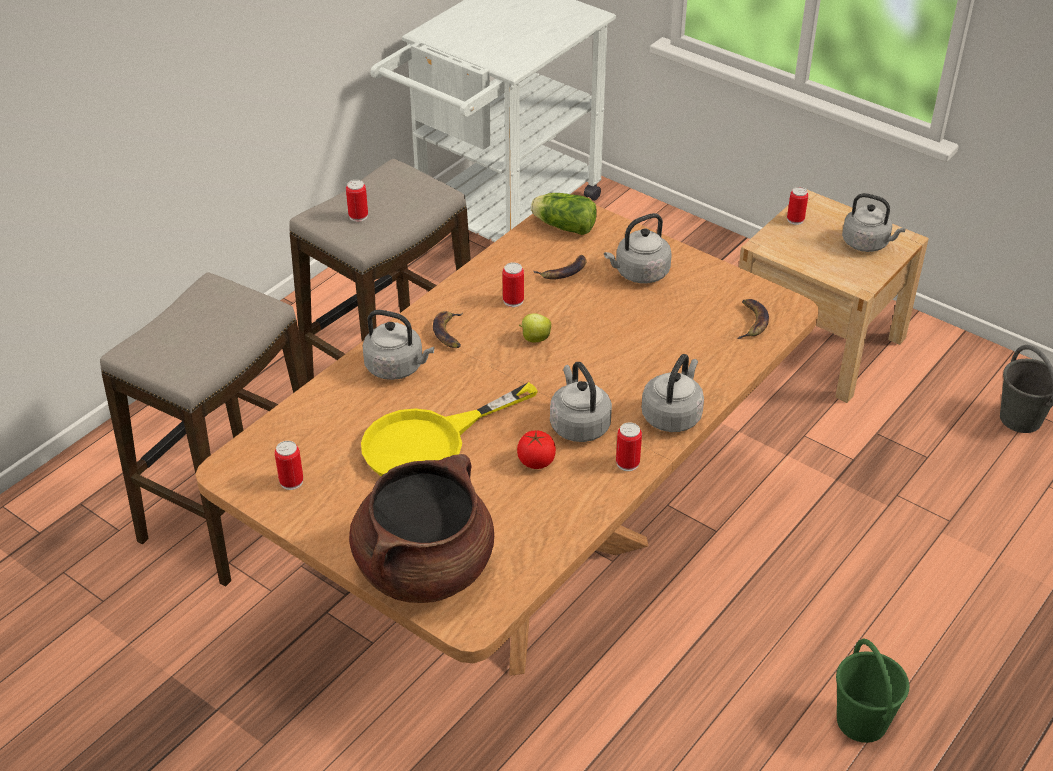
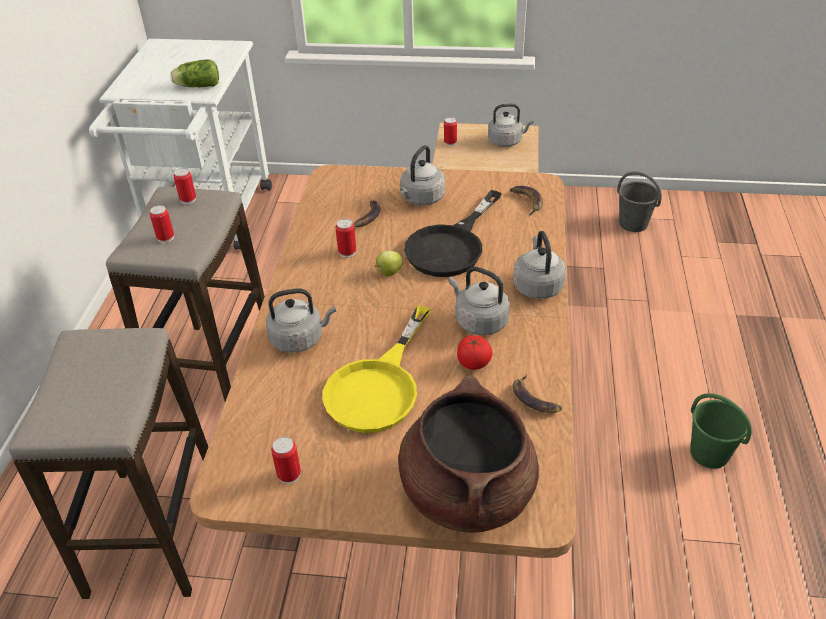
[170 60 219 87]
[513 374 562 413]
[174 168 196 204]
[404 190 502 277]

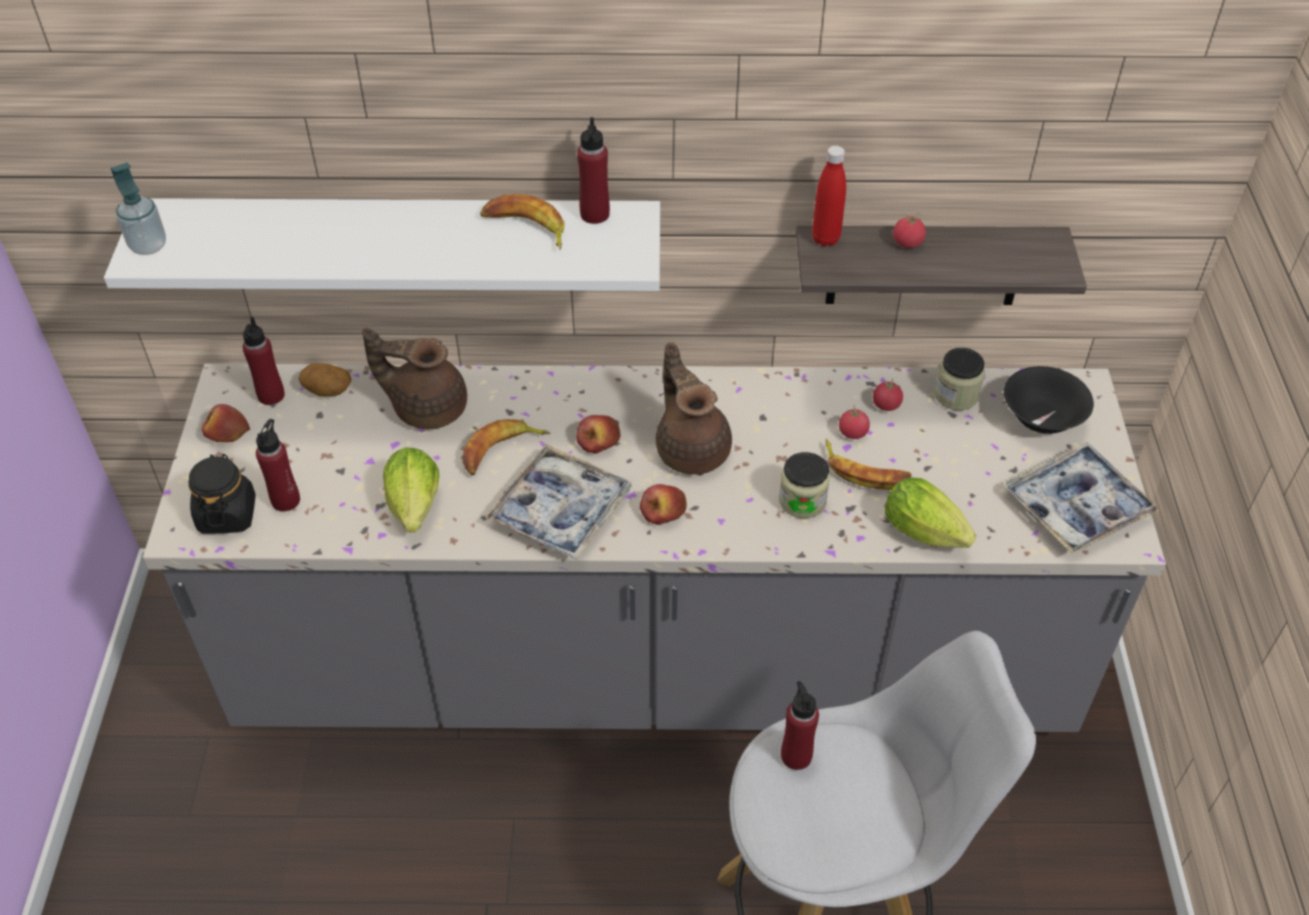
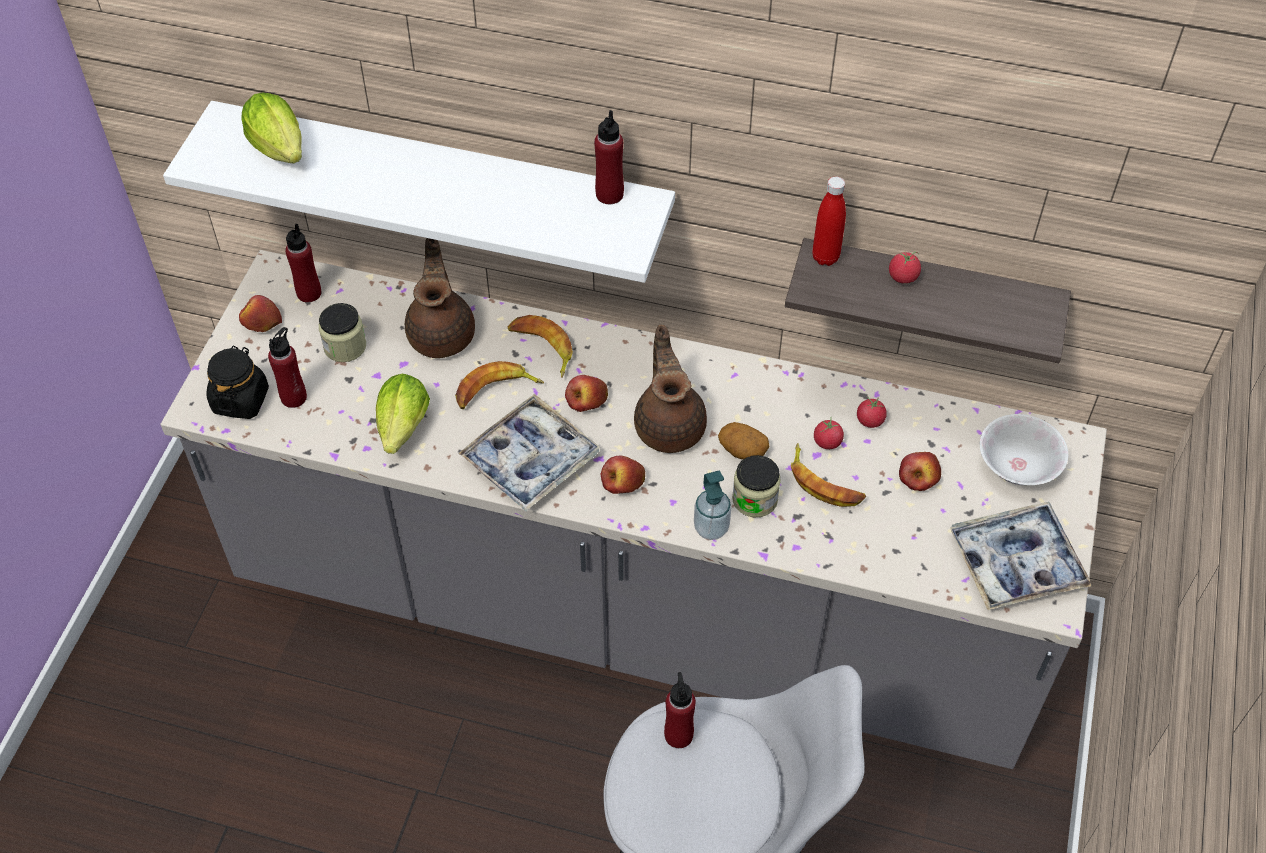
[694 471 731 540]
[508 315 573 378]
[405 238 475 358]
[319 303 366 362]
[718 422 770 459]
[980 414 1068 485]
[241 93 302 163]
[899 452 941 491]

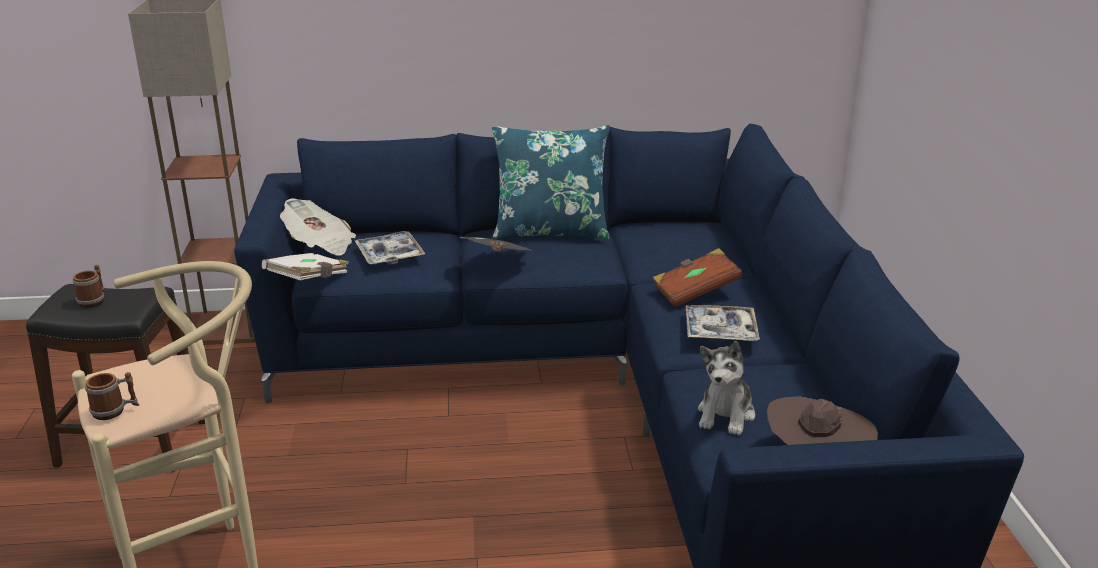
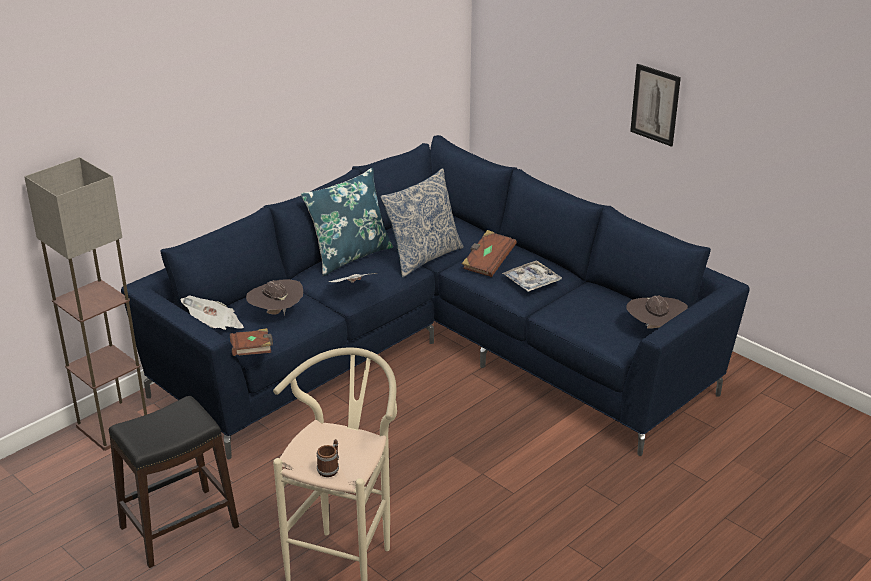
[246 280 303 315]
[230 328 273 356]
[73 265 105 308] (first image)
[698 341 755 435] (first image)
[630 64 681 147]
[380 168 464 277]

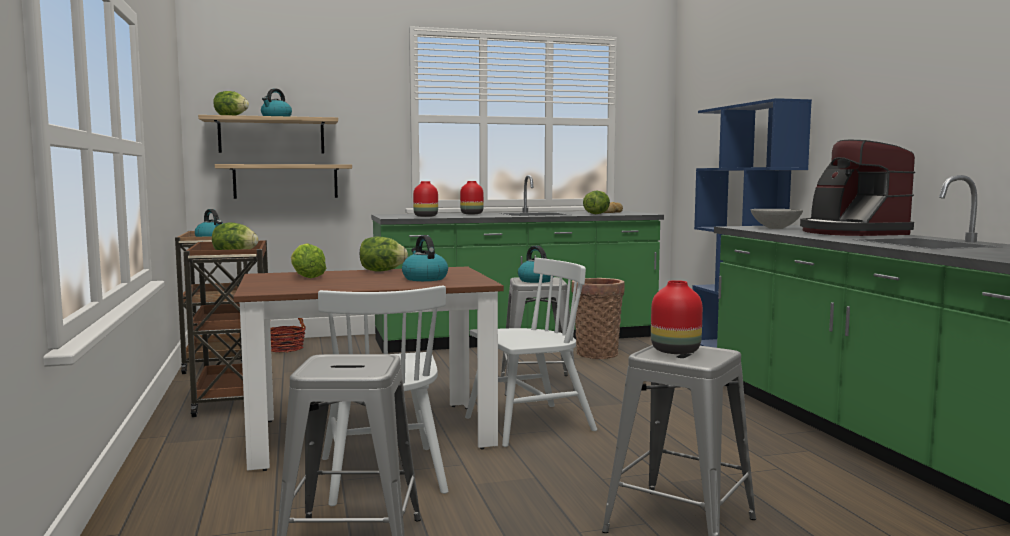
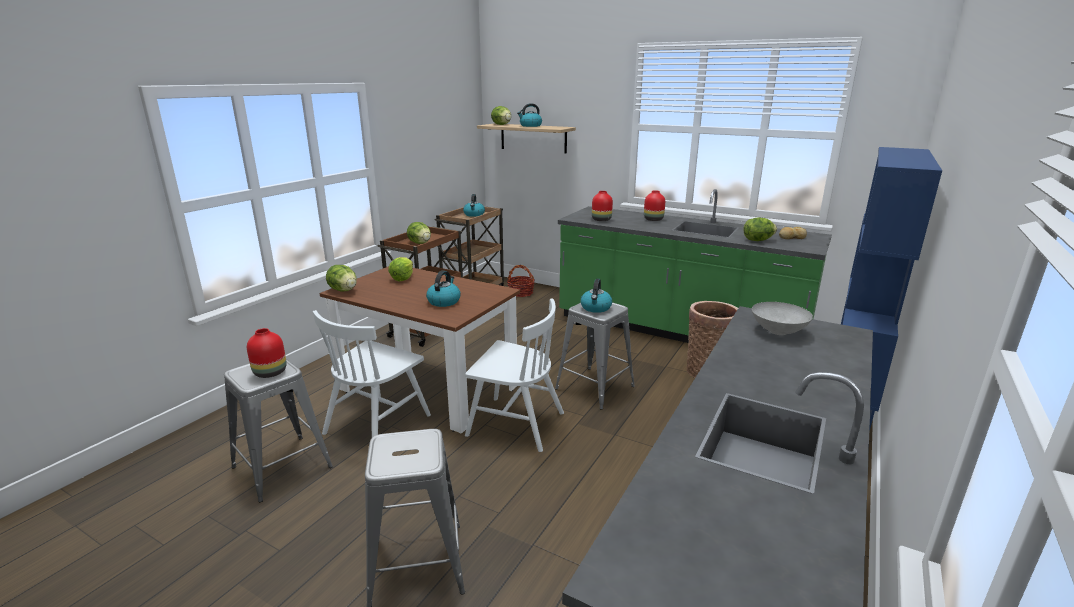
[800 140 915 236] (first image)
[215 164 352 199] (first image)
[326 265 357 292]
[247 328 287 378]

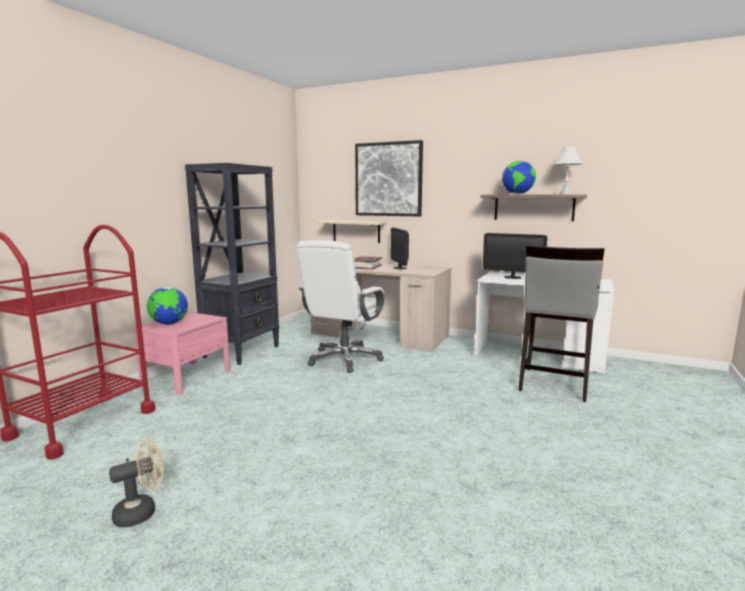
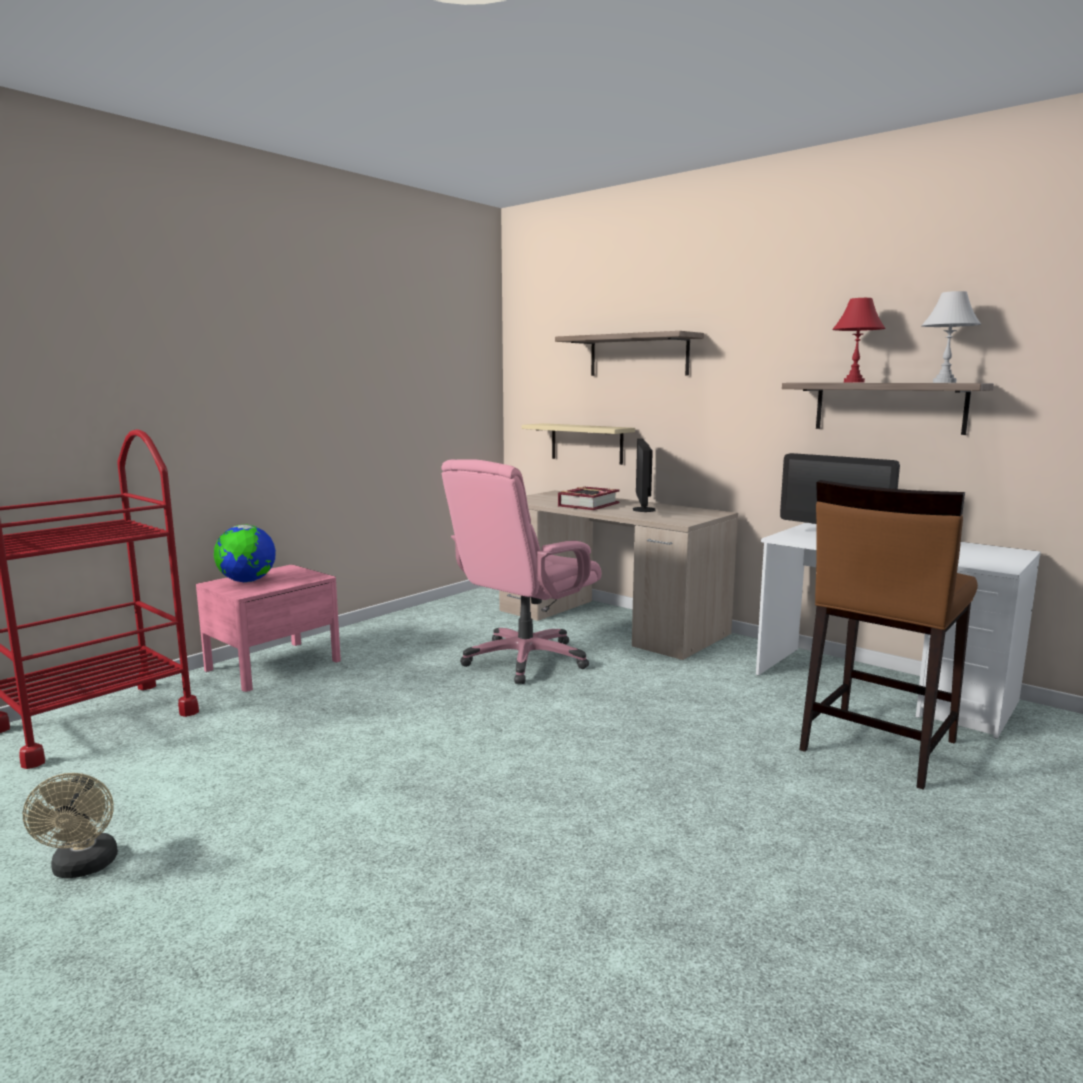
[555 331 704 376]
[832 298 885 383]
[185 163 279 365] (first image)
[441 459 601 684]
[799 480 978 789]
[23 773 118 879]

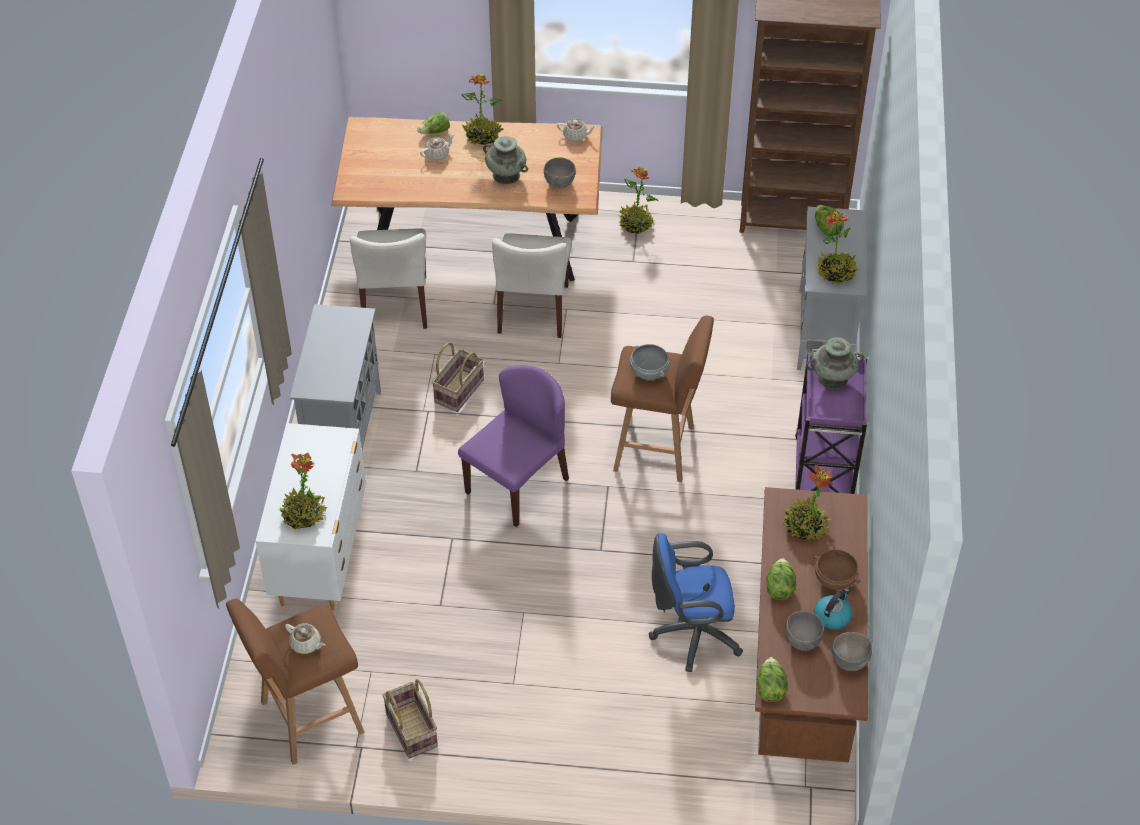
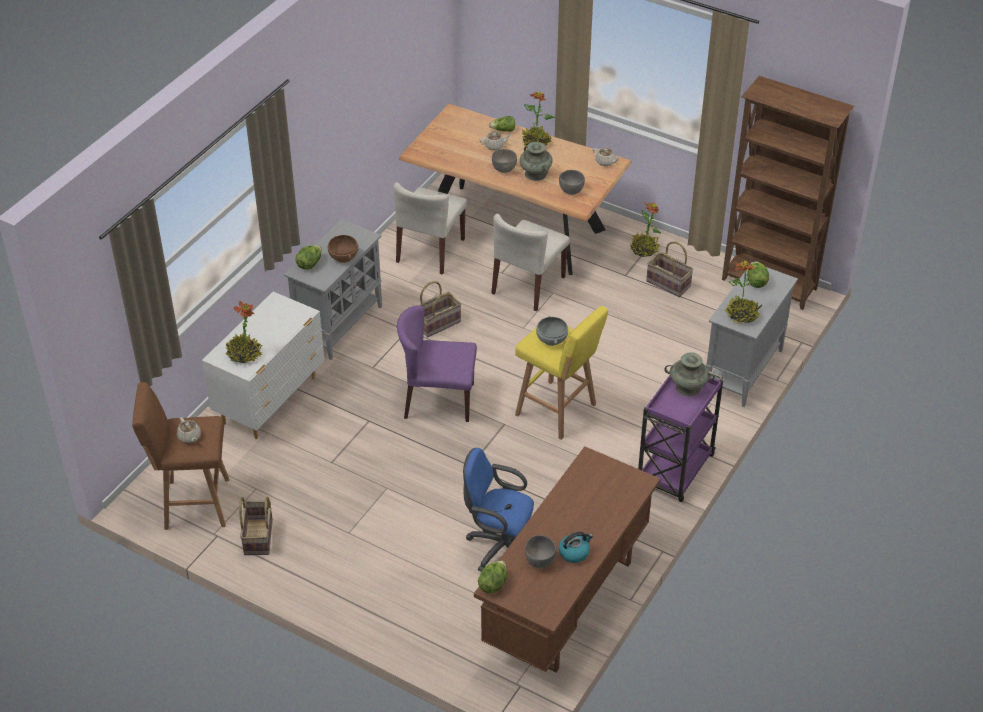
[515 306 608 440]
[397 305 477 422]
[783 465 833 541] (first image)
[328 235 358 263]
[295 245 321 270]
[492 149 517 173]
[646 241 694 297]

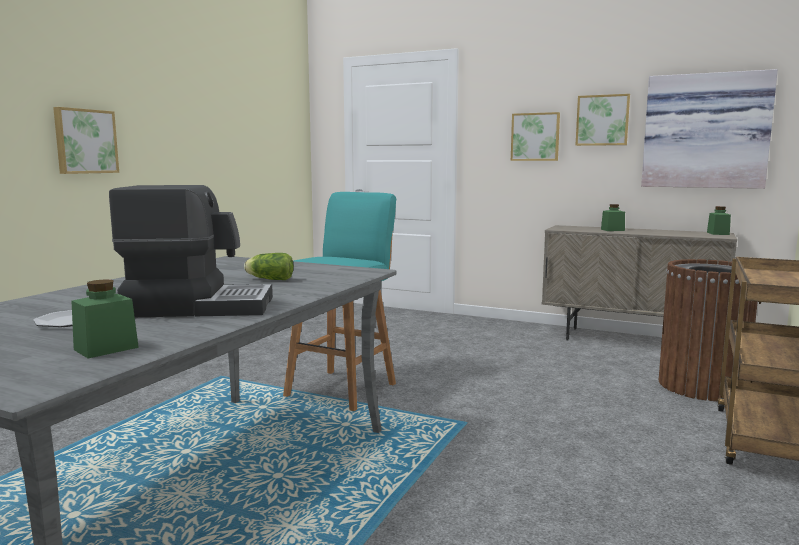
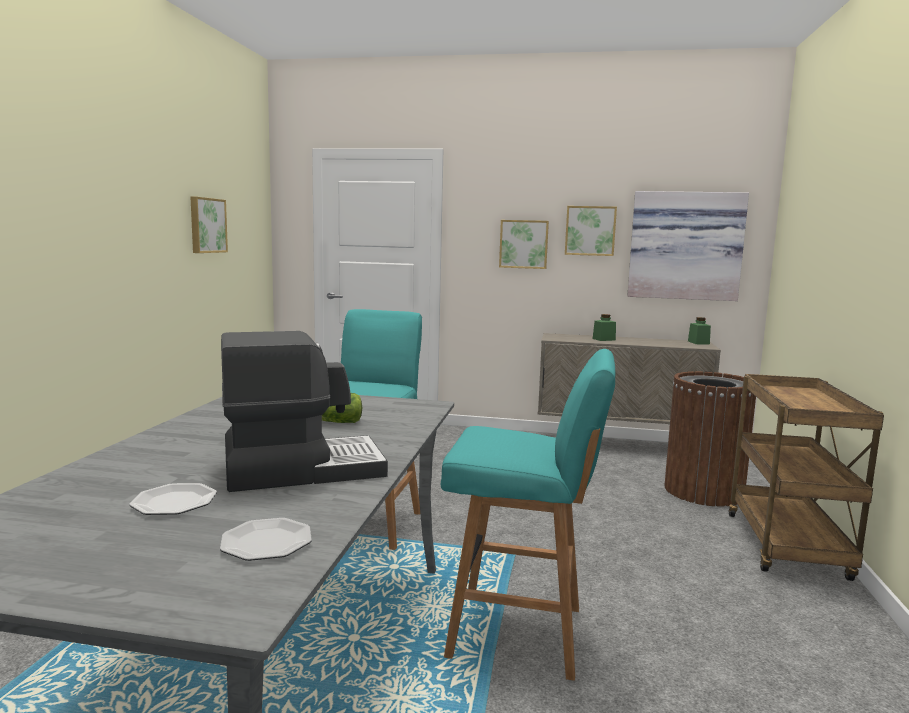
[190 197 228 253]
[220 518 312 561]
[441 349 615 681]

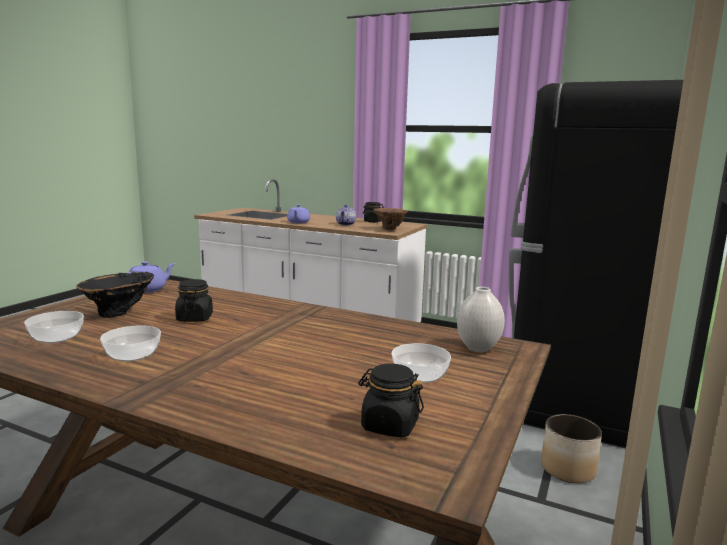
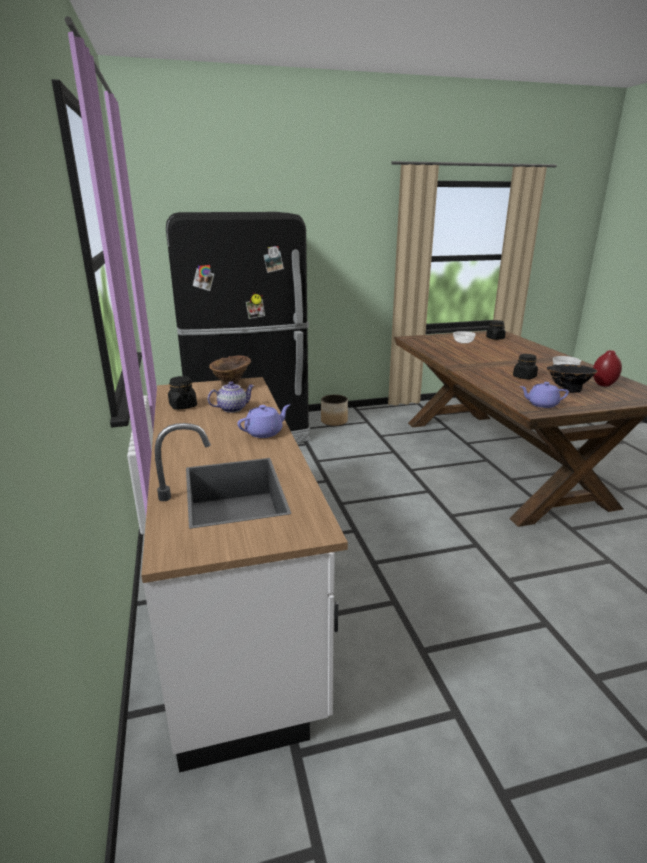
[457 287 505 352] (first image)
[593 350 622 387]

